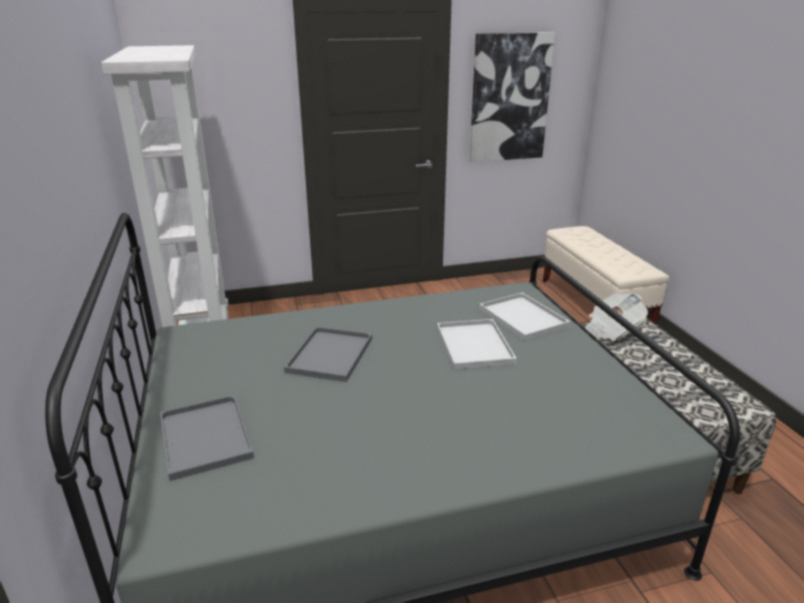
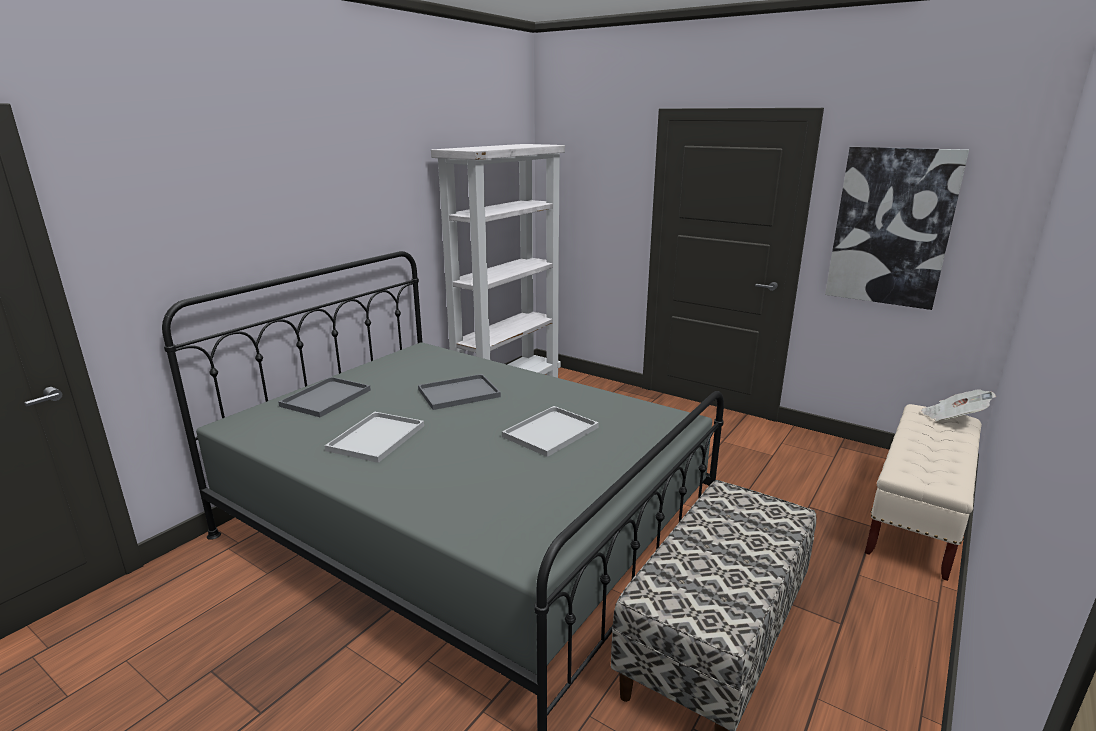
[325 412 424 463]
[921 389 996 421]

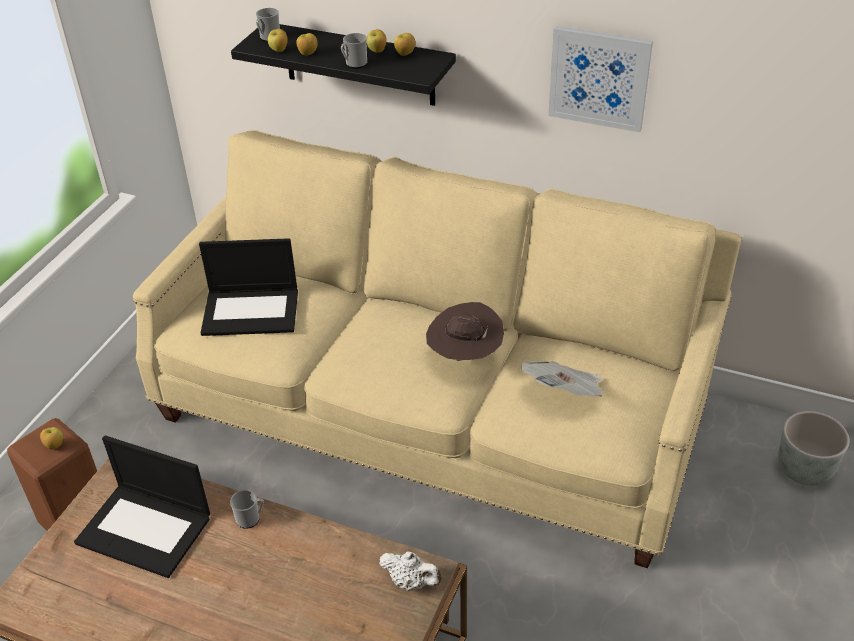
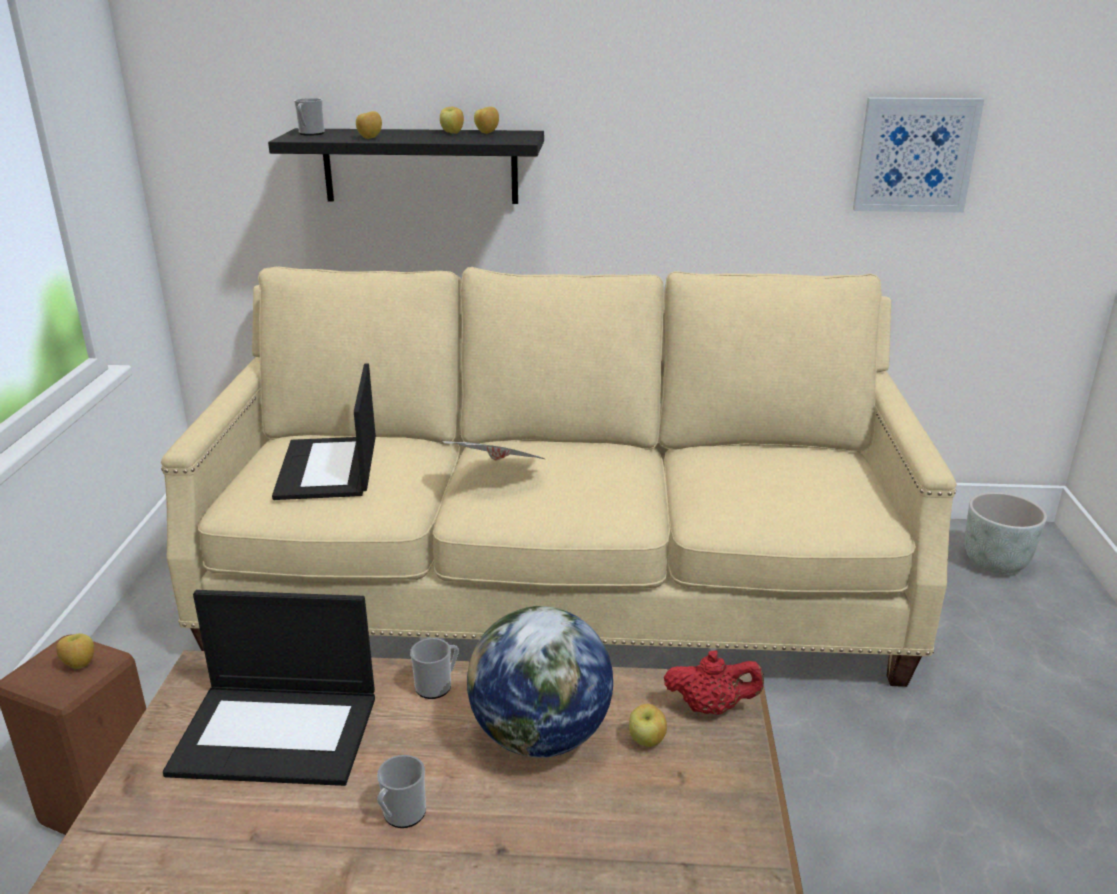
[853 97 984 213]
[629 704 667 747]
[377 755 426 828]
[272 364 376 500]
[426 302 504 361] (first image)
[442 441 544 461]
[664 650 764 715]
[467 606 613 758]

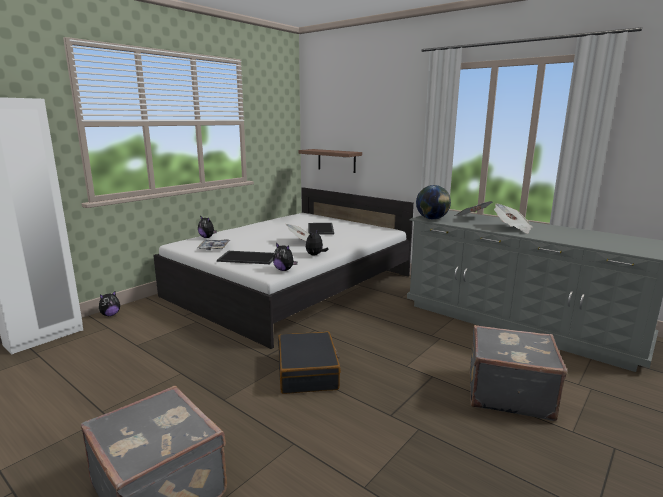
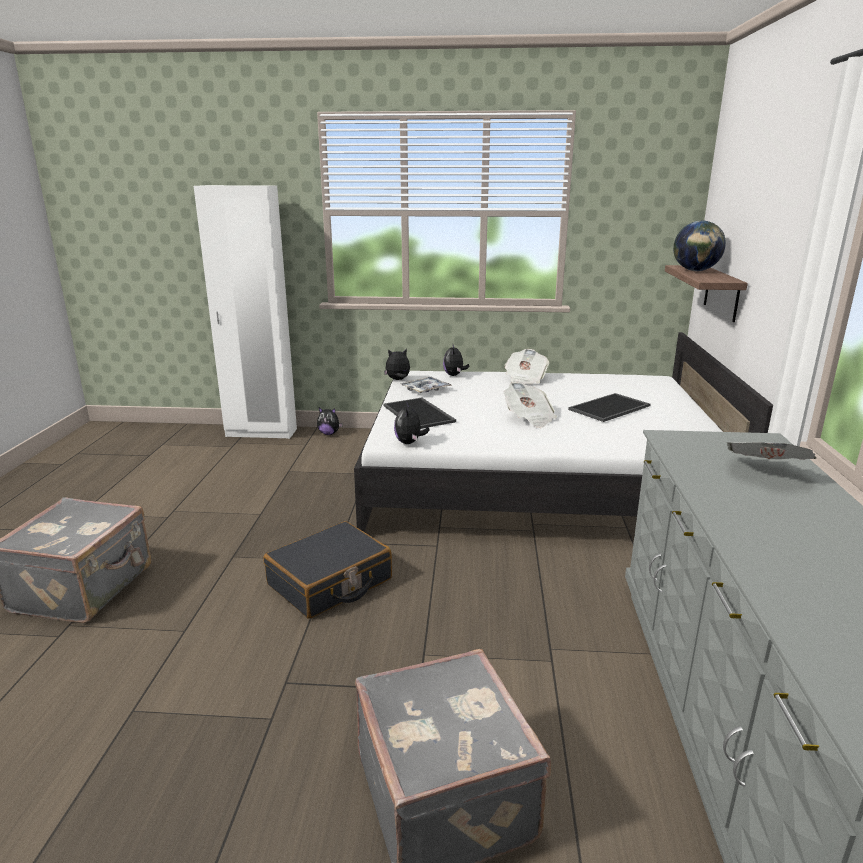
[673 221 726 271]
[504 349 549 385]
[384 349 410 380]

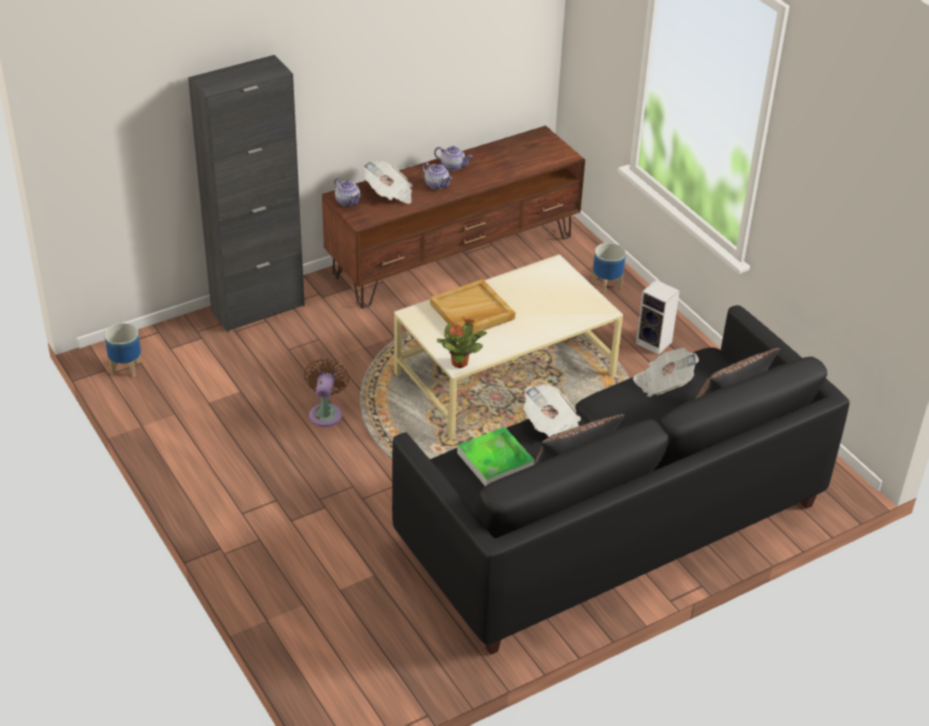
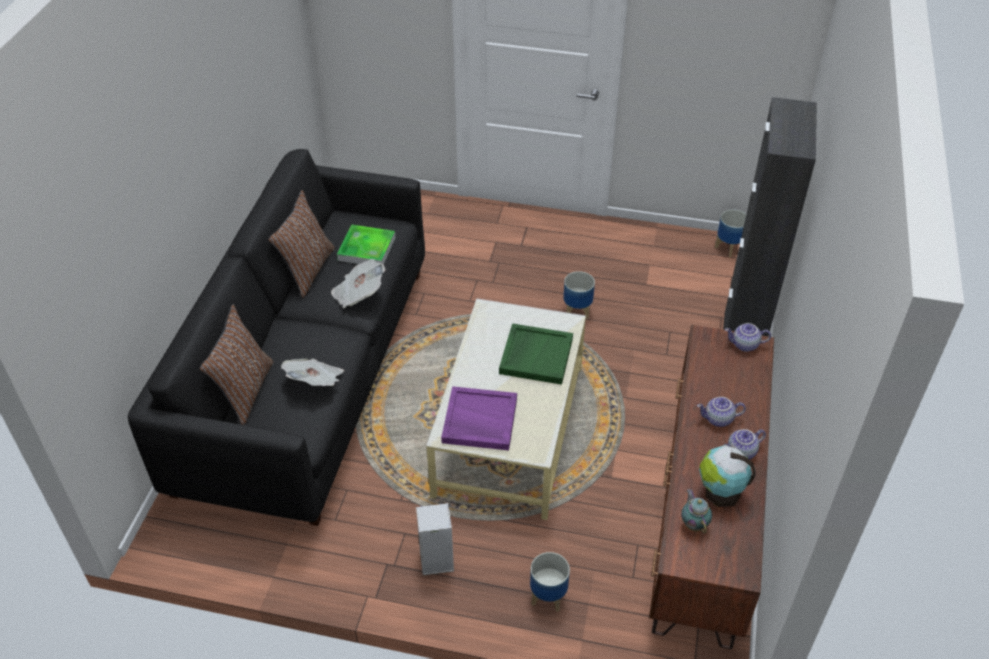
[363 160 413 204] (first image)
[499 323 573 385]
[437 317 487 368] (first image)
[563 271 595 319]
[441 386 517 450]
[699 445 755 507]
[681 489 712 534]

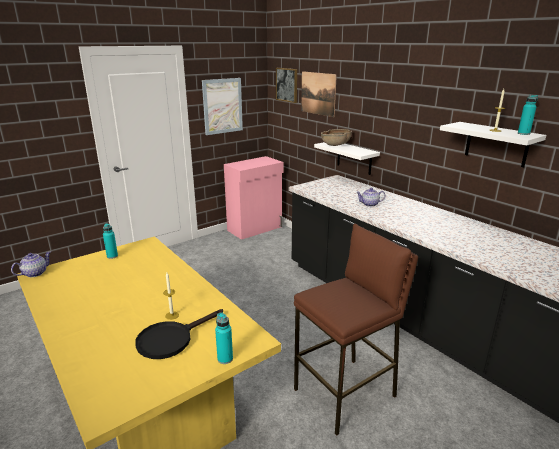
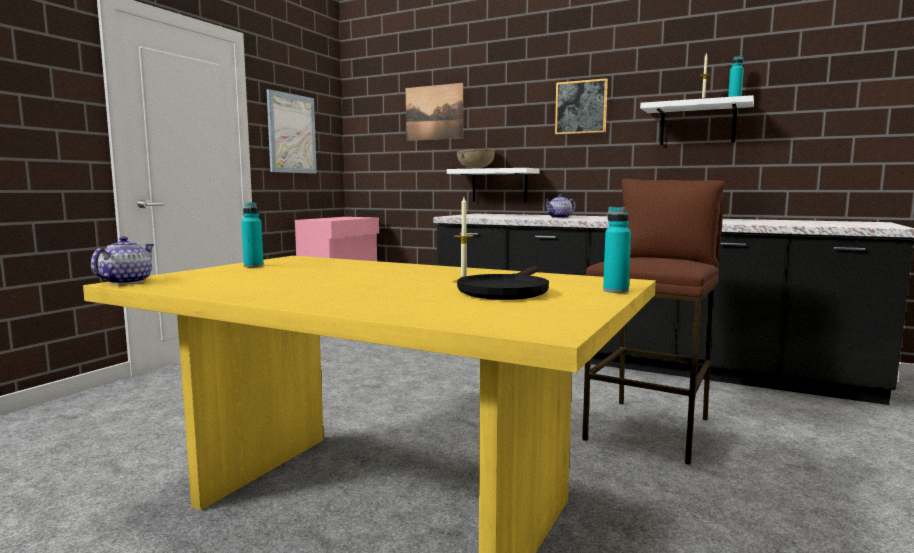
[555 78 608 135]

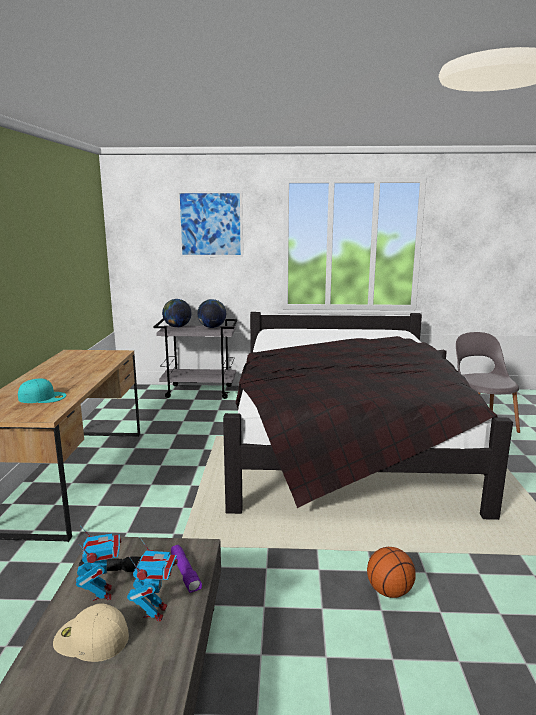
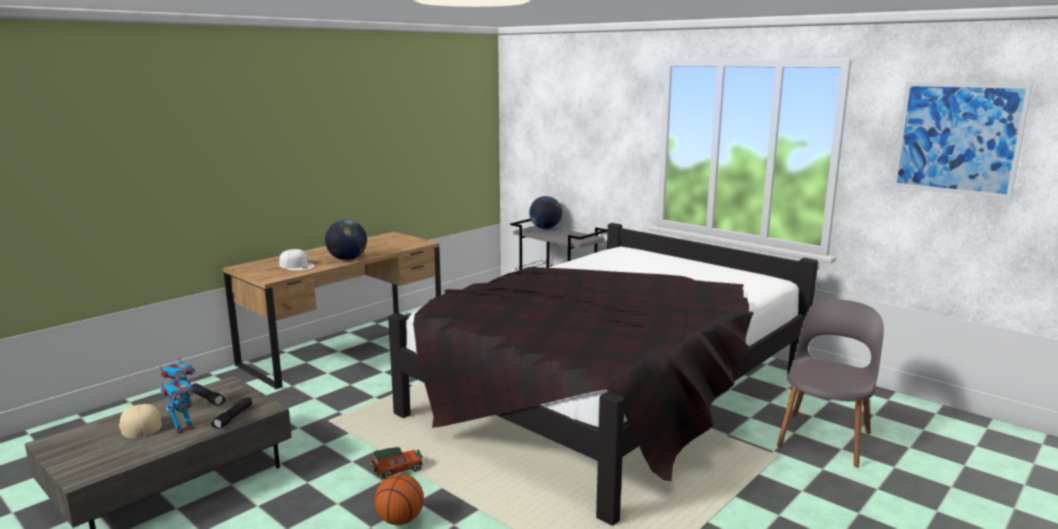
[892 82 1033 199]
[325 220 367 260]
[279 249 315 271]
[211 397 252 429]
[370 447 423 478]

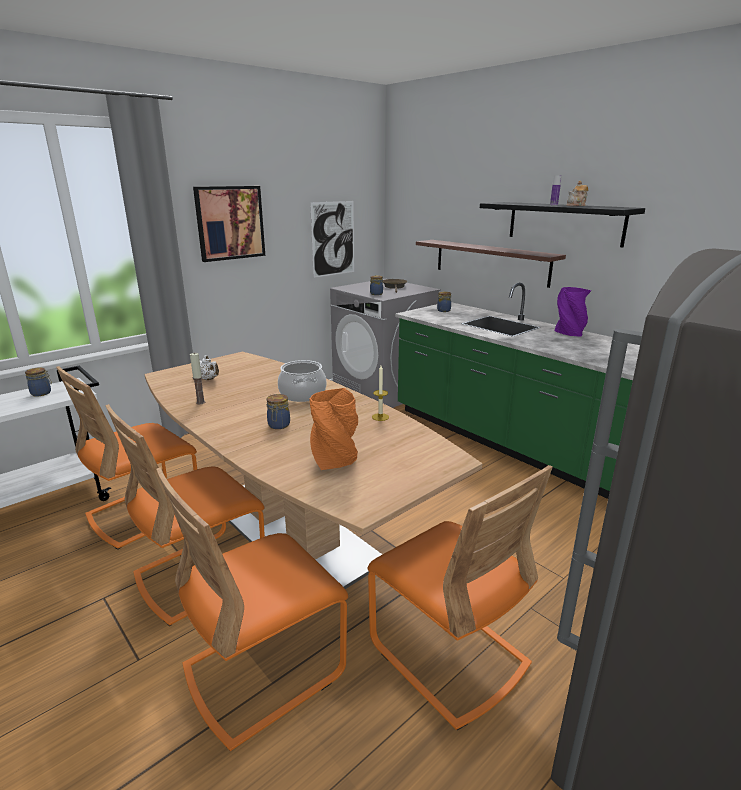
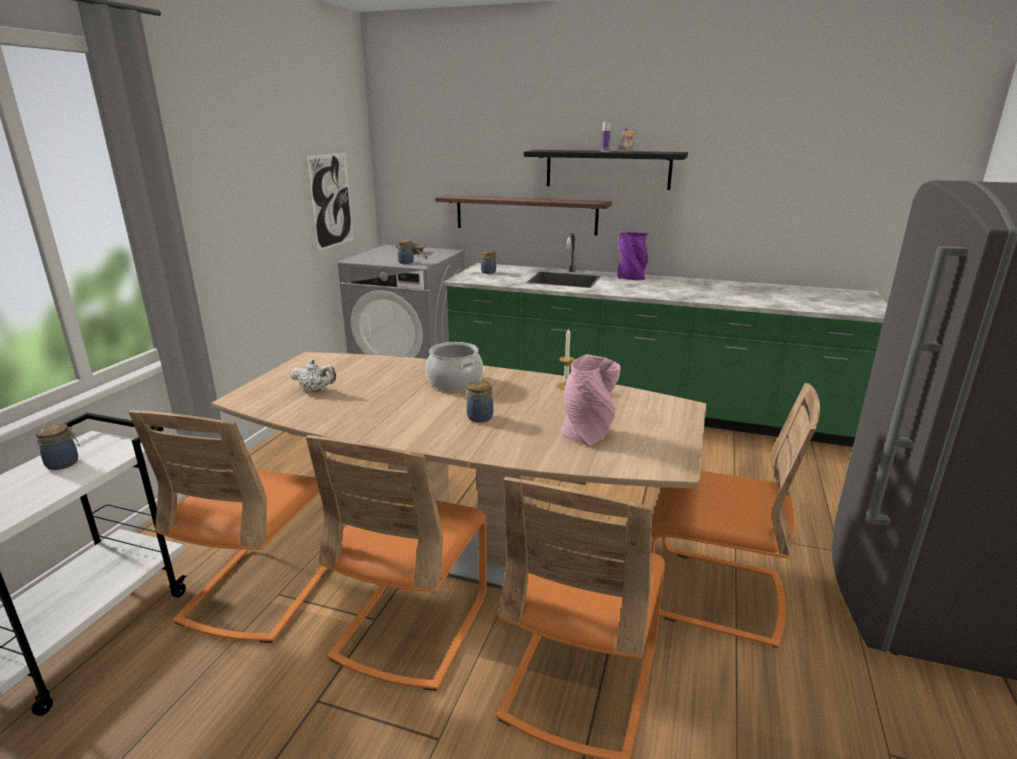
[193 186 265 262] (first image)
[190 353 205 404] (first image)
[561 354 621 446]

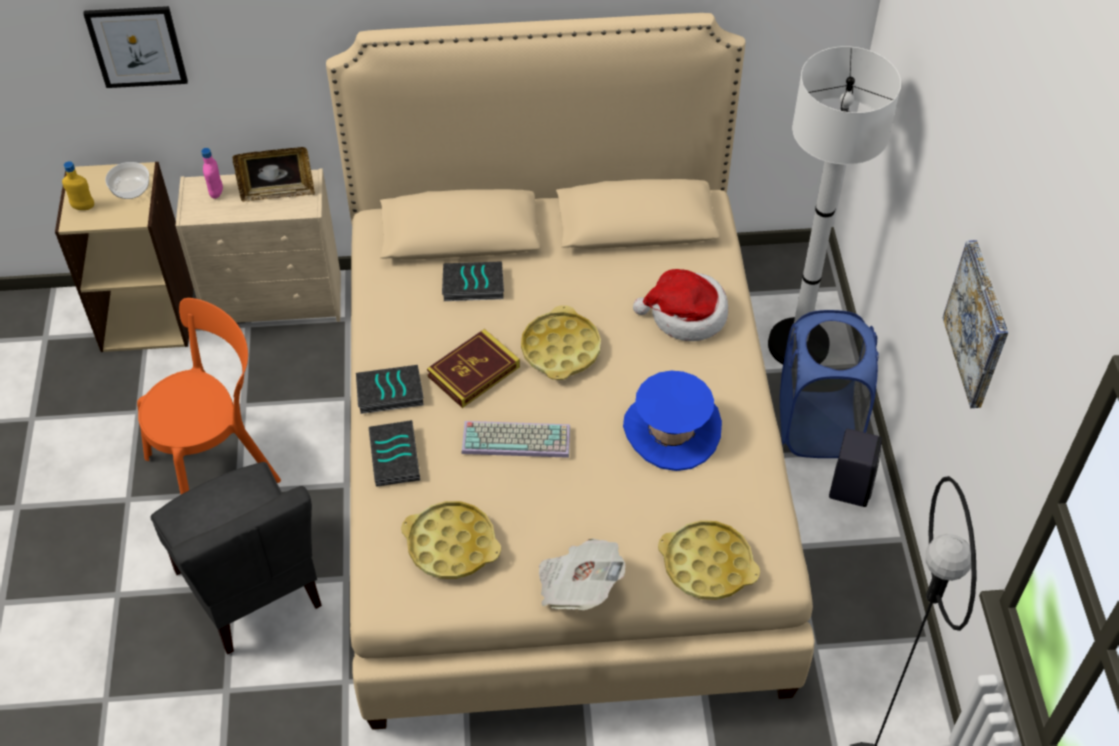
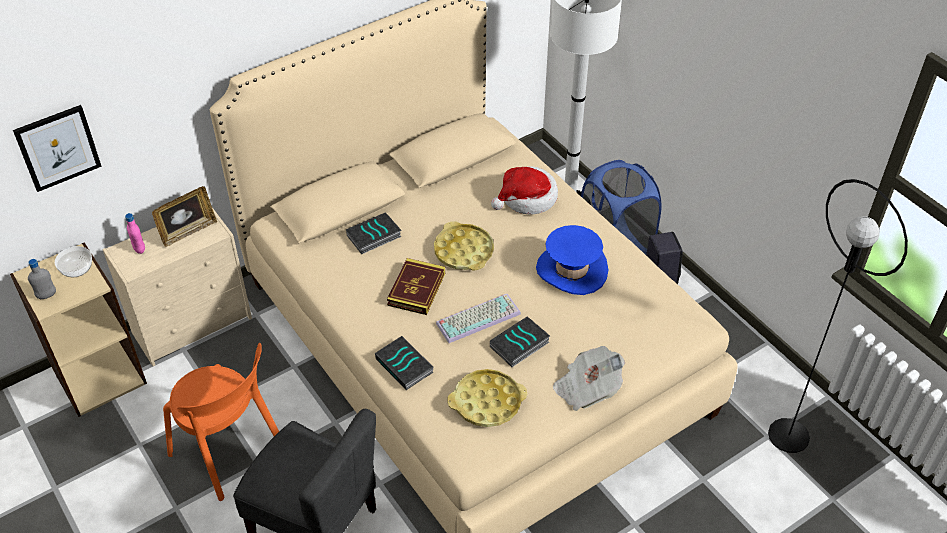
[28 259 56 299]
[943 240 1008 408] (first image)
[163 343 279 501]
[490 317 550 367]
[658 520 760 600] (first image)

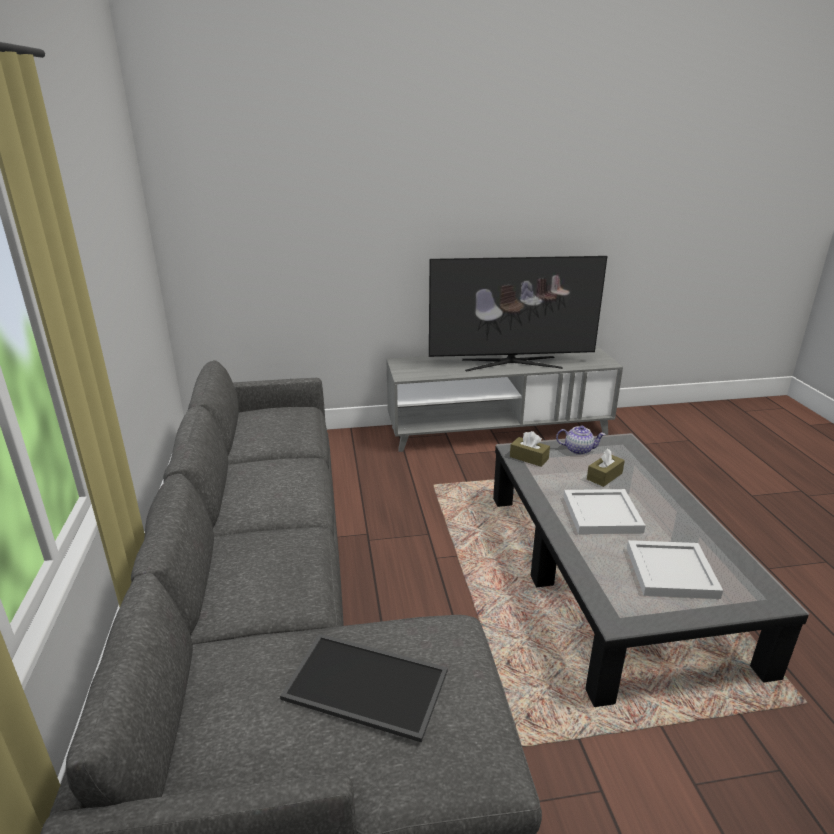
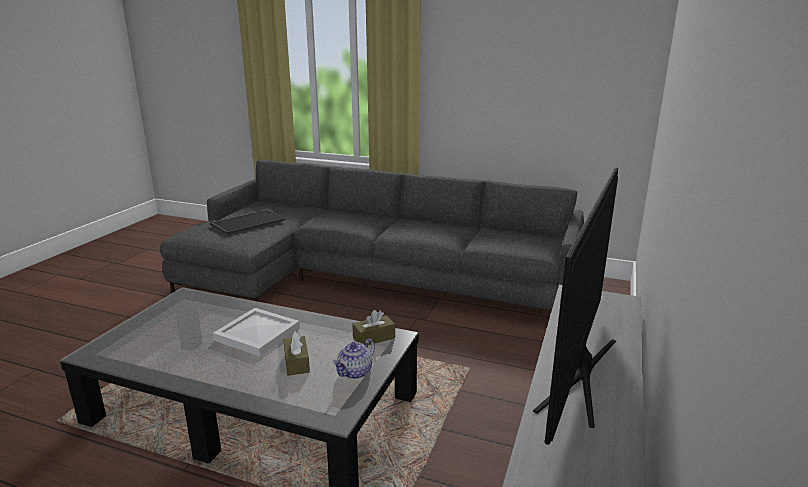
[627 540 723 599] (first image)

